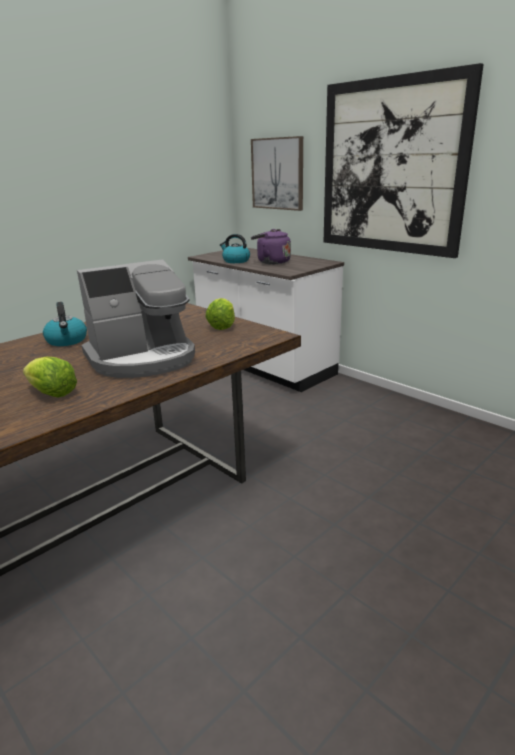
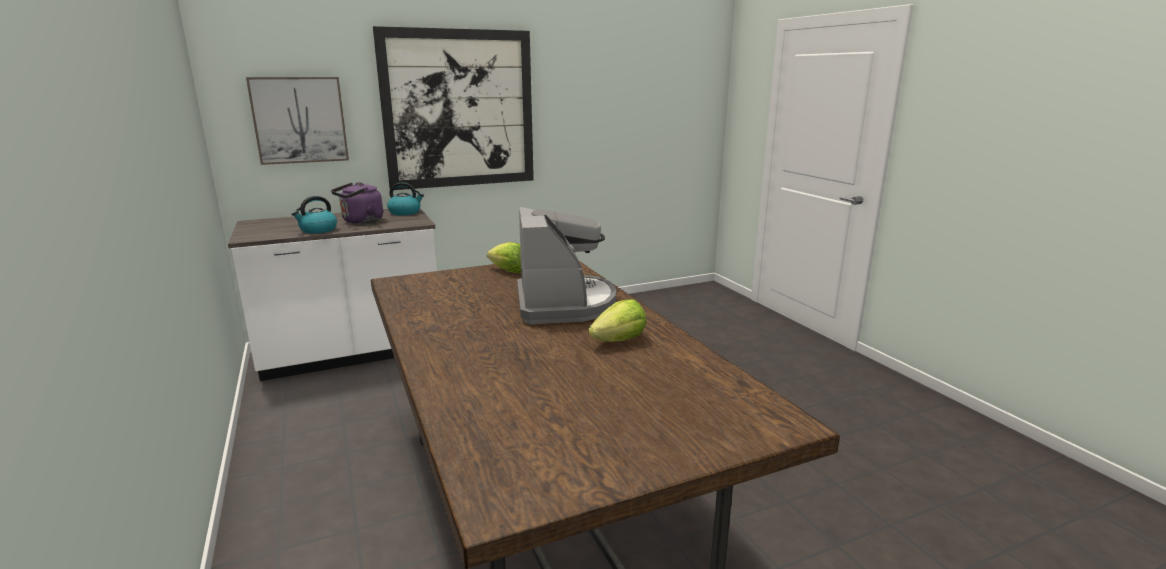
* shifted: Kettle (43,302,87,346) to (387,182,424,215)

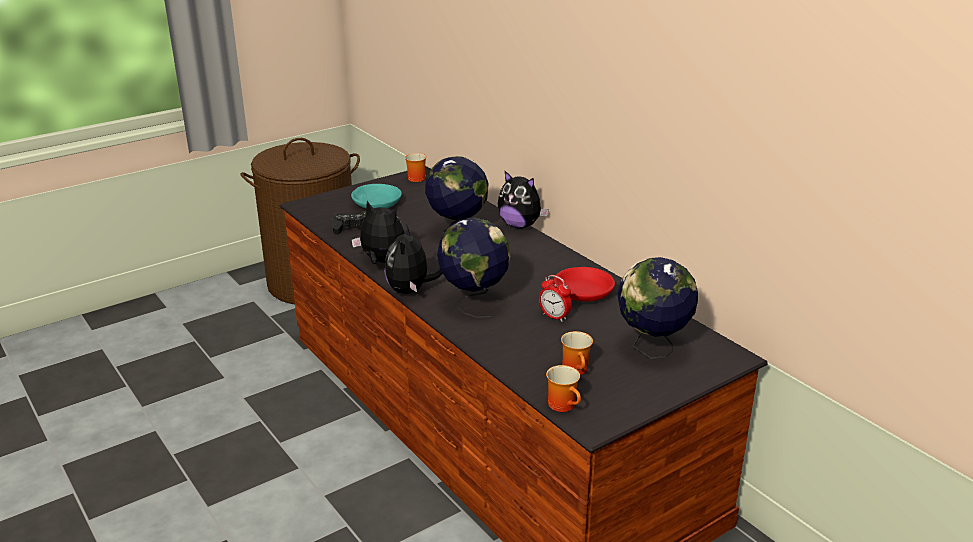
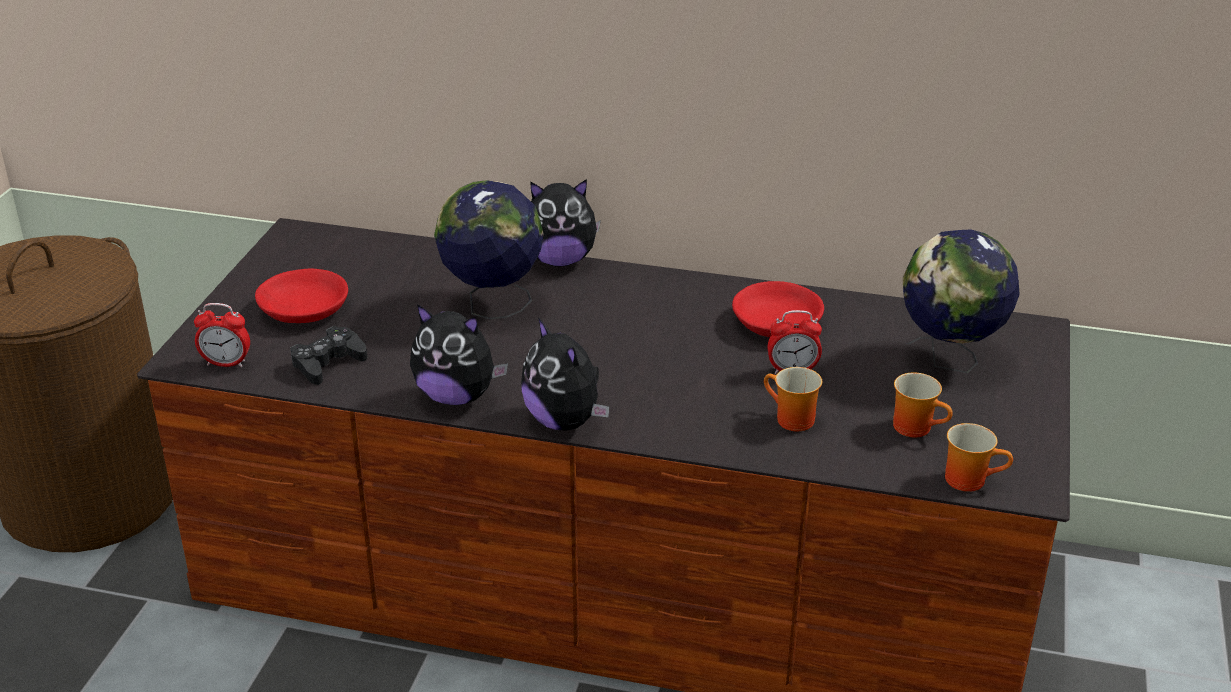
* repainted: TurquoiseBowl (351,184,402,208) to RedBowl (255,269,348,323)
* rotated: PlushToy (352,201,405,264) = (410,304,508,405) 150 degrees counterclockwise
* shifted: Mug (405,153,427,182) to (764,367,822,431)
* gone: Globe (437,218,511,318)
* new: AlarmClock (194,303,250,367)

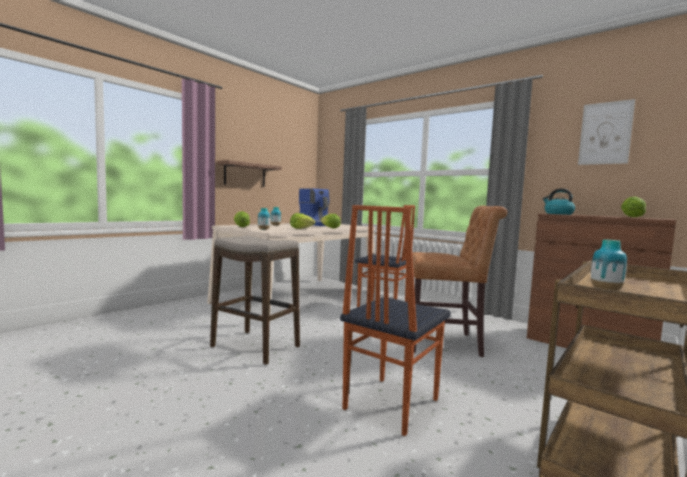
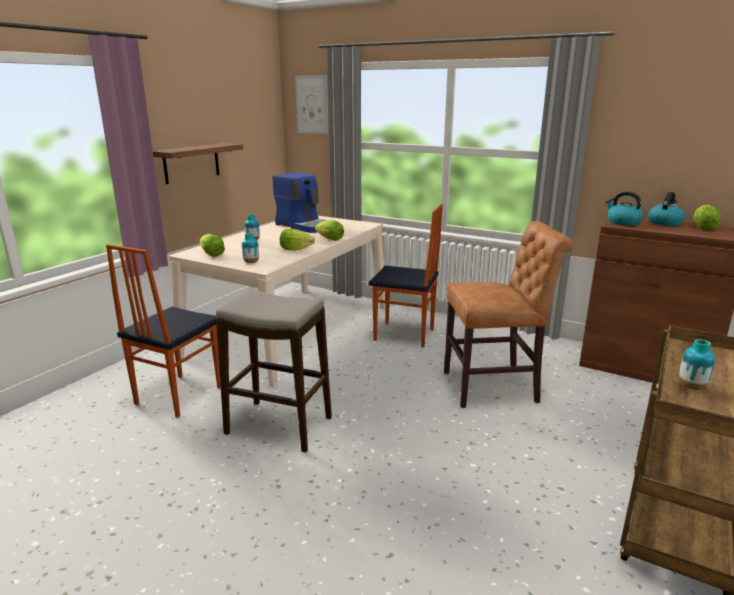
* shifted: Chair (340,205,451,436) to (106,244,221,418)
* shifted: Picture (578,99,635,165) to (295,75,328,134)
* new: Kettle (648,192,685,226)

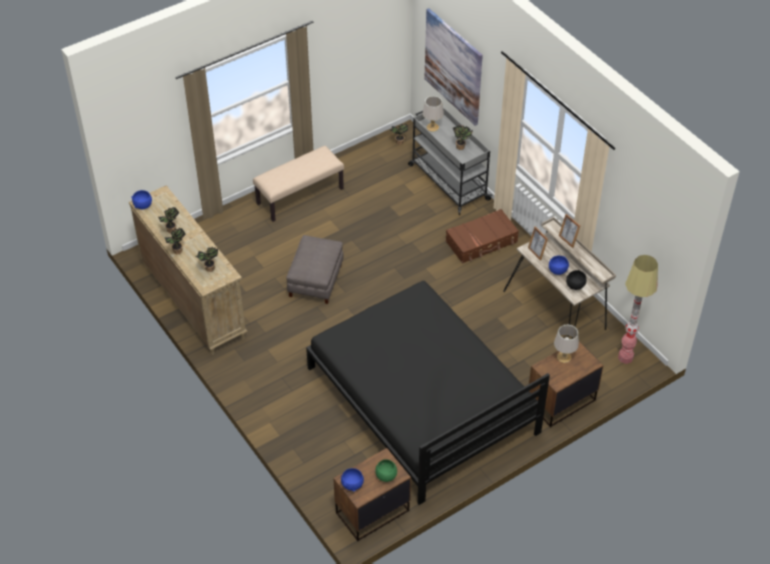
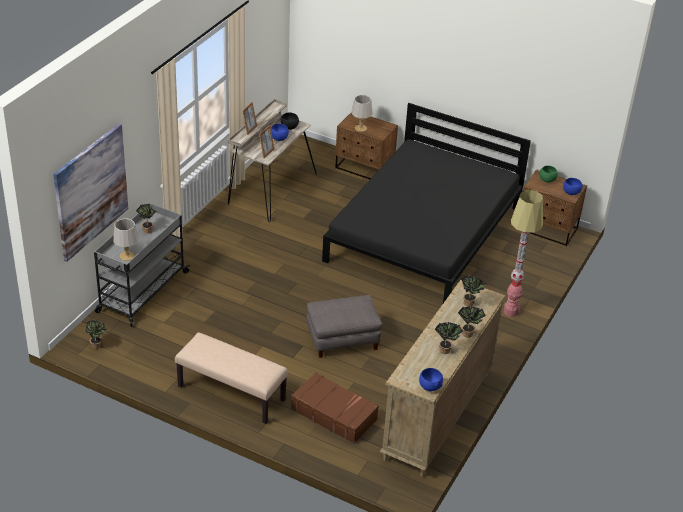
* shifted: BrownSuitcase (446,209,519,264) to (291,372,379,444)
* shifted: FloorLamp (618,255,658,364) to (504,190,543,317)

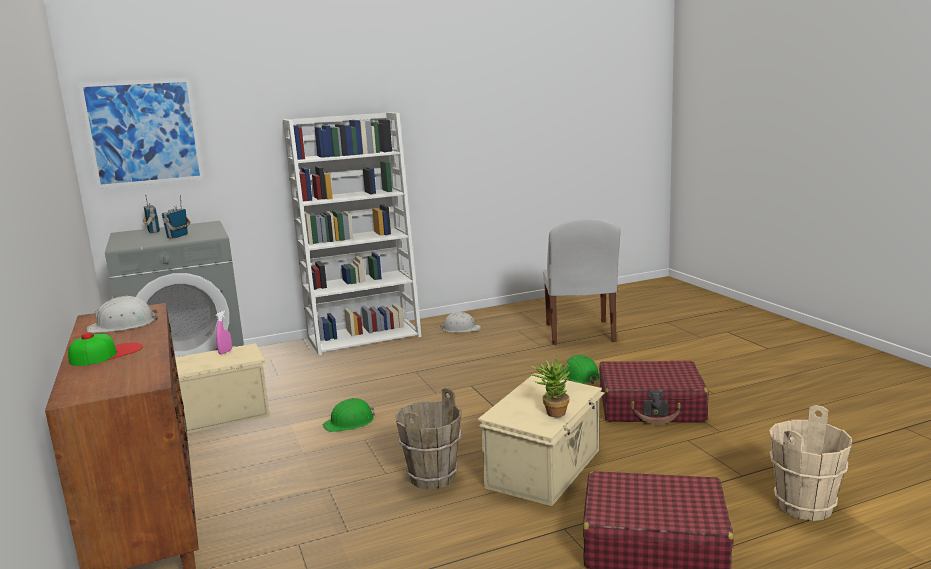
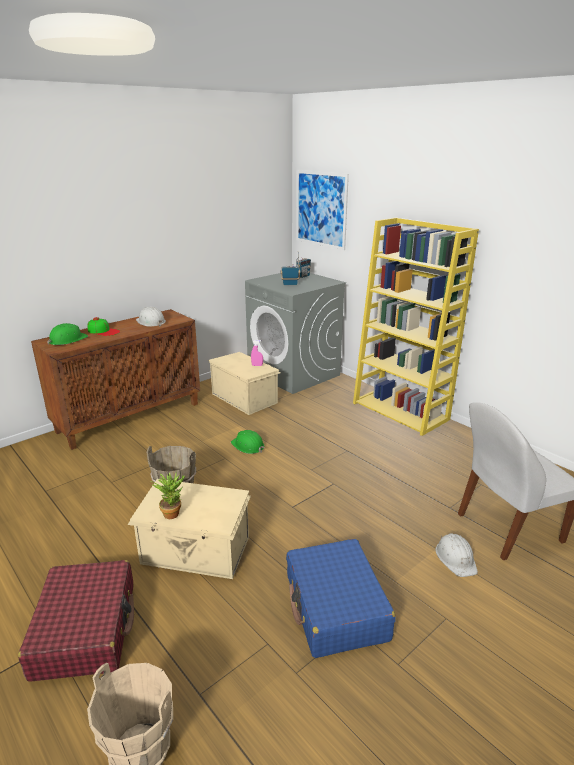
* repainted: WhiteBookcase (283,112,422,355) to YellowBookcase (353,217,479,436)
* shifted: WhiteHardHat (440,312,481,333) to (435,534,478,577)
* shifted: GreenHardHat (560,355,600,384) to (47,323,88,345)
* repainted: RedSuitcase (599,361,708,425) to BlueSuitcase (286,539,395,658)

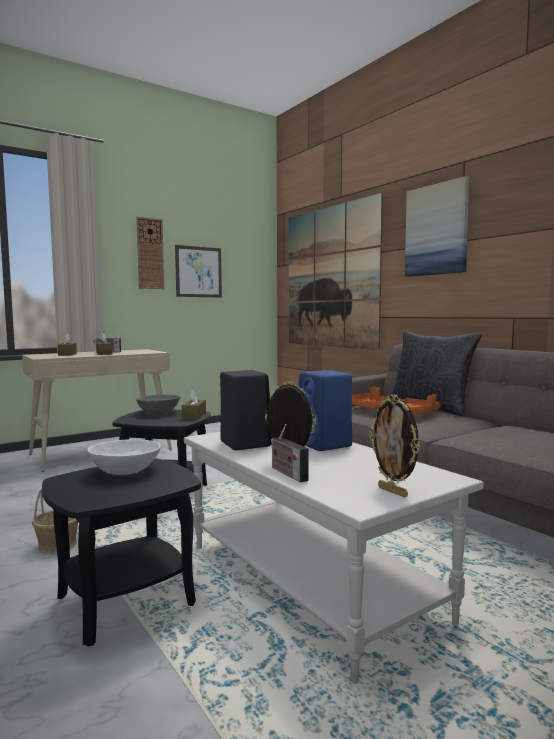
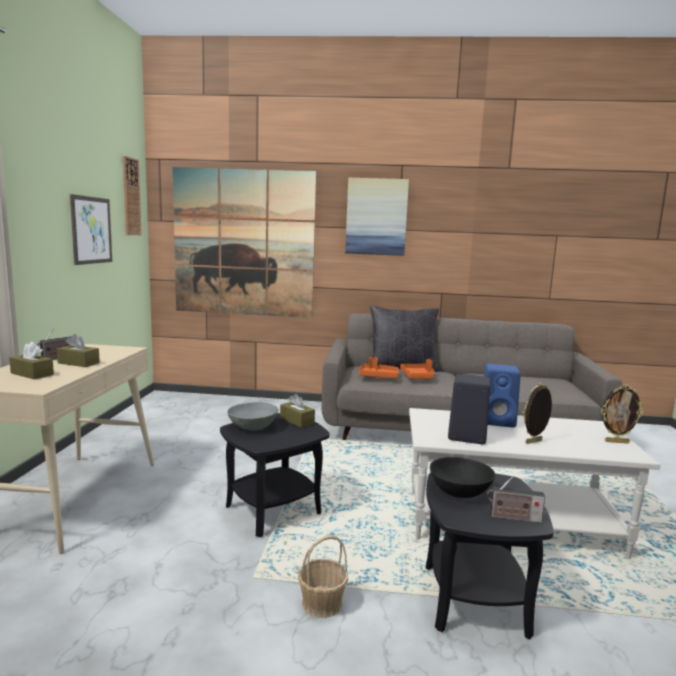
* repainted: WhiteBowl (87,439,161,475) to BlackBowl (430,457,496,498)
* shifted: WallClock (137,217,164,289) to (123,156,142,235)
* shifted: Radio (271,424,309,482) to (487,476,545,523)

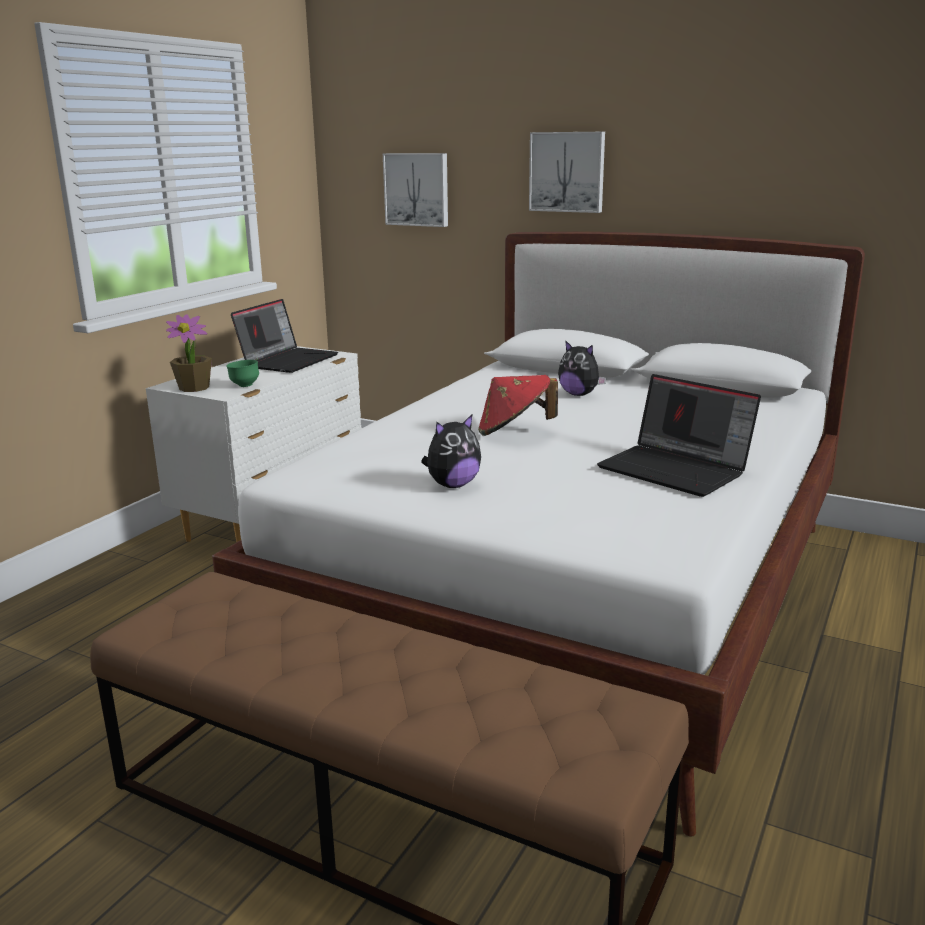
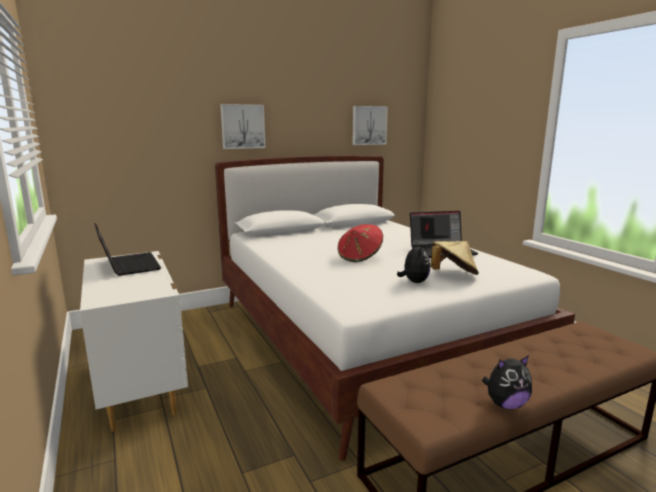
* gone: PottedPlant (166,315,212,392)
* gone: GreenBowl (226,360,259,387)
* shifted: Picture (383,153,448,227) to (353,106,388,145)
* shifted: PlushToy (558,340,607,396) to (482,355,532,409)
* new: BeigeHat (430,241,479,275)

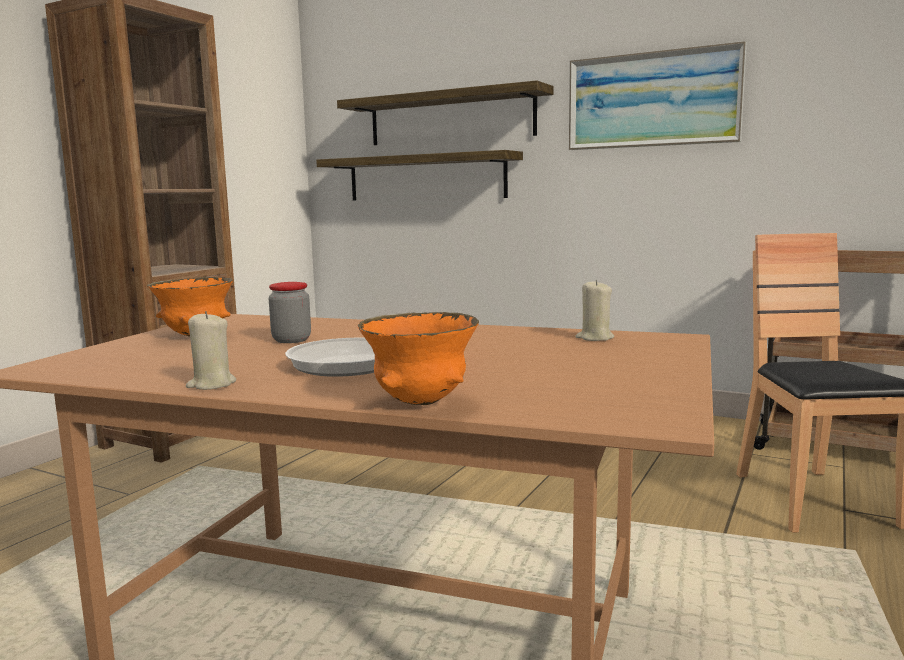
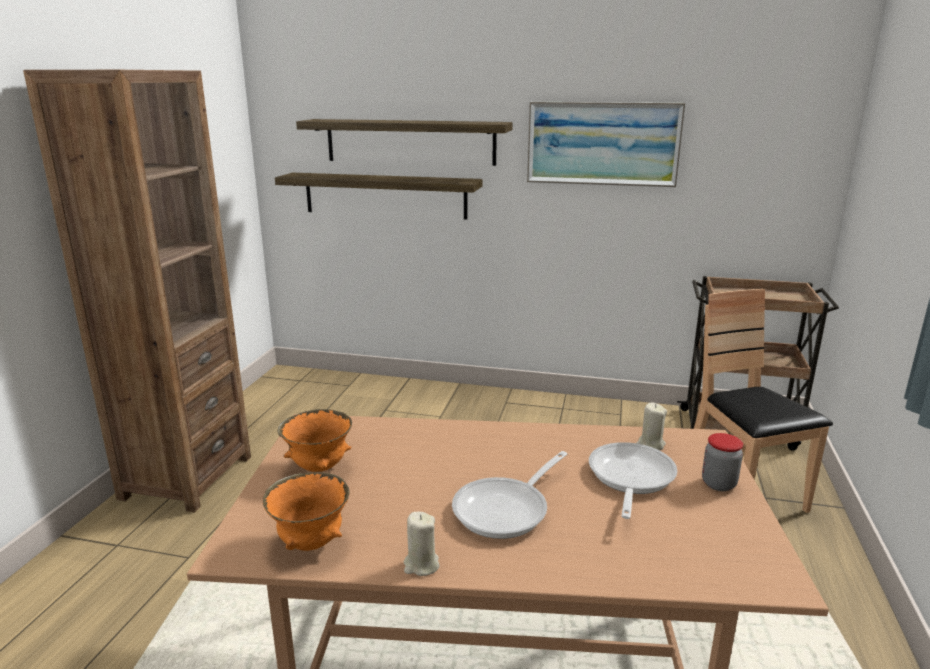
* shifted: Jar (269,282,311,343) to (702,433,743,491)
* shifted: OrangeBowl (358,312,479,405) to (263,472,350,551)
* new: FryingPan (589,442,677,519)

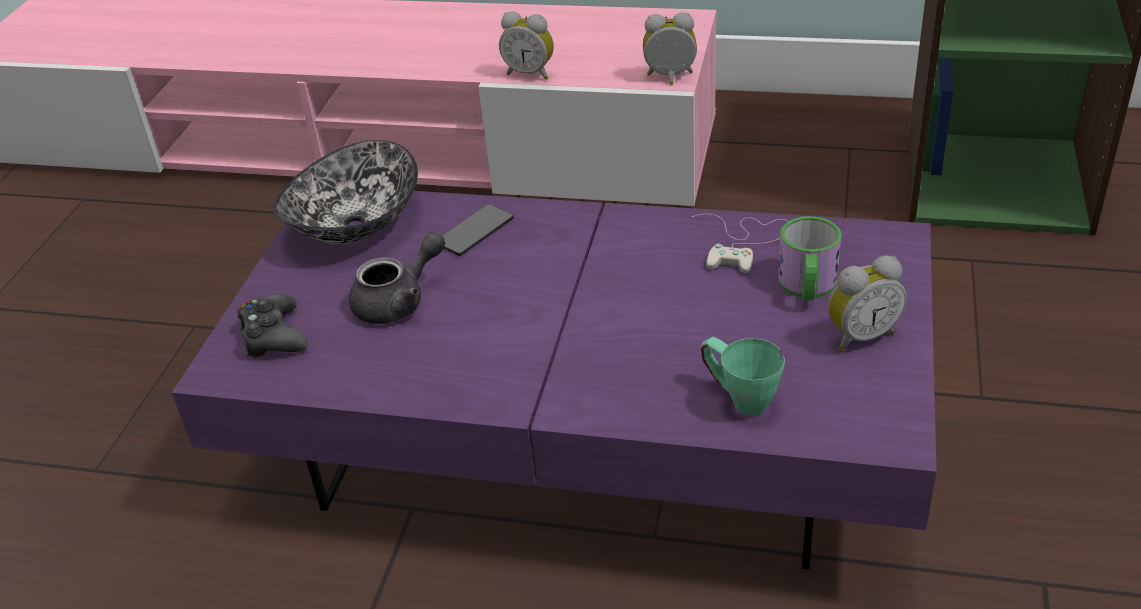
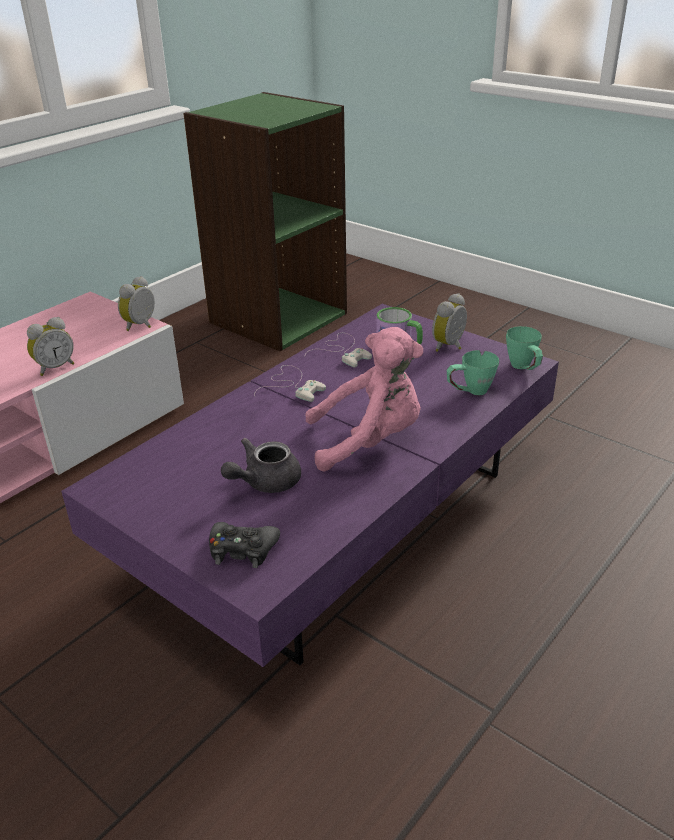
* gone: Bowl (273,140,418,244)
* rotated: GreyTeapot (349,232,445,324) = (221,438,301,493) 120 degrees counterclockwise
* gone: Phone (442,204,514,256)
* rotated: AlarmClock (828,255,907,351) = (432,293,467,352) 150 degrees counterclockwise
* new: WhiteGameController (254,365,326,402)
* new: PinkPlushToy (305,327,423,471)
* new: GreenMug (506,326,543,370)

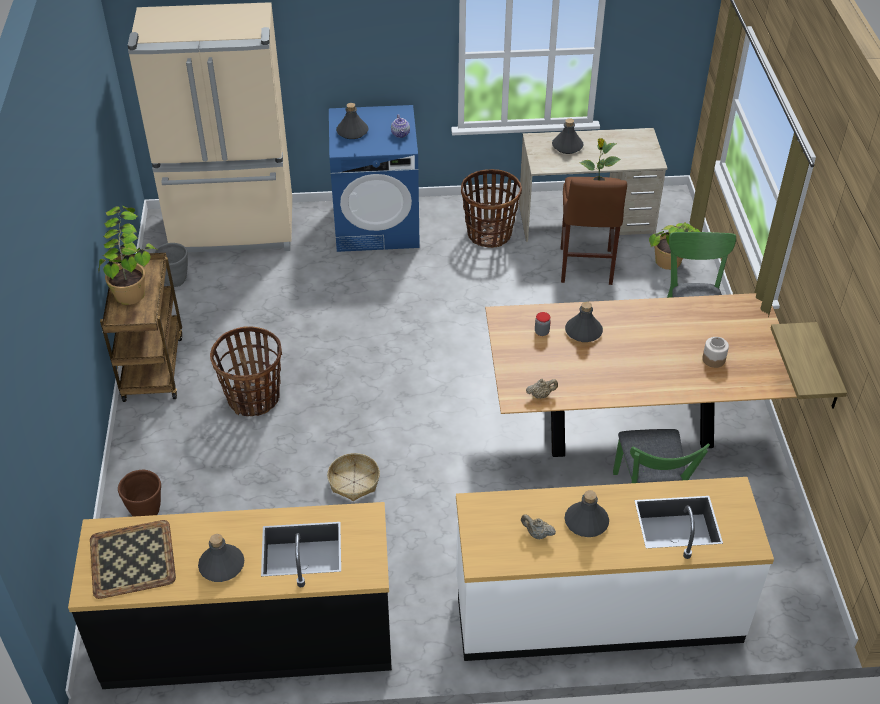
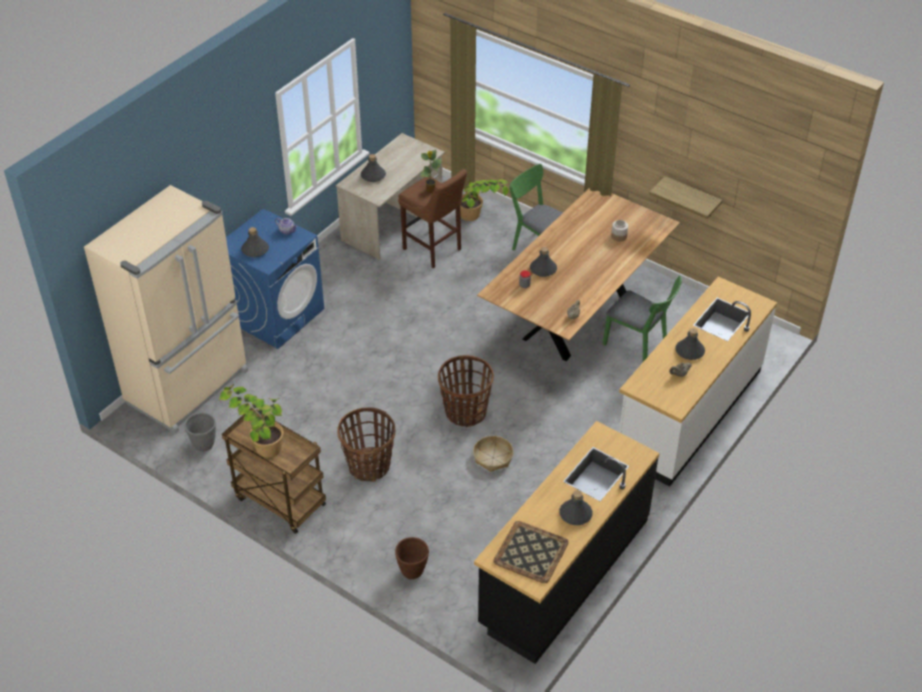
* shifted: Basket (461,169,522,248) to (438,355,494,427)

